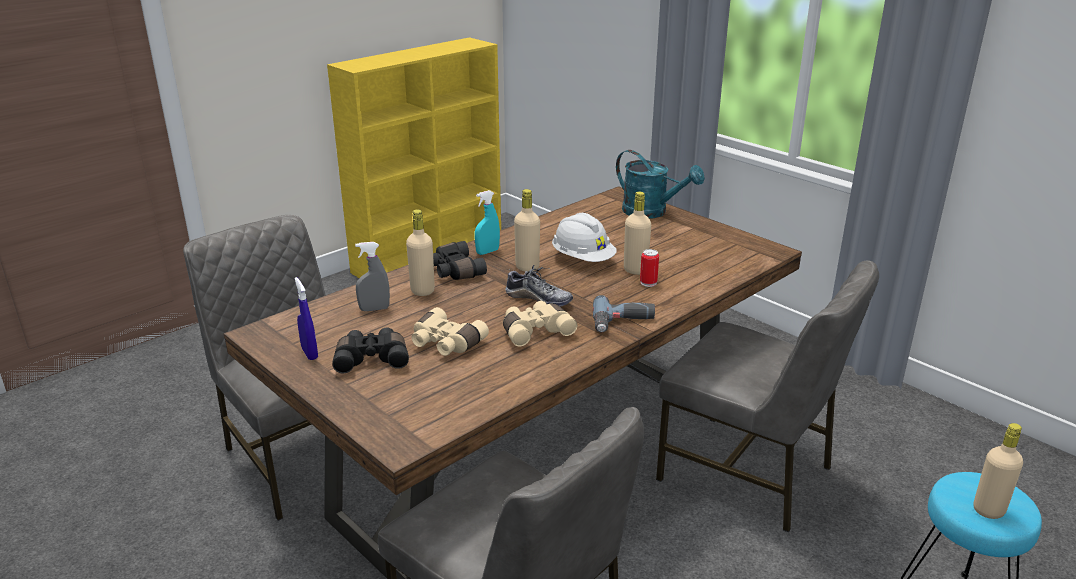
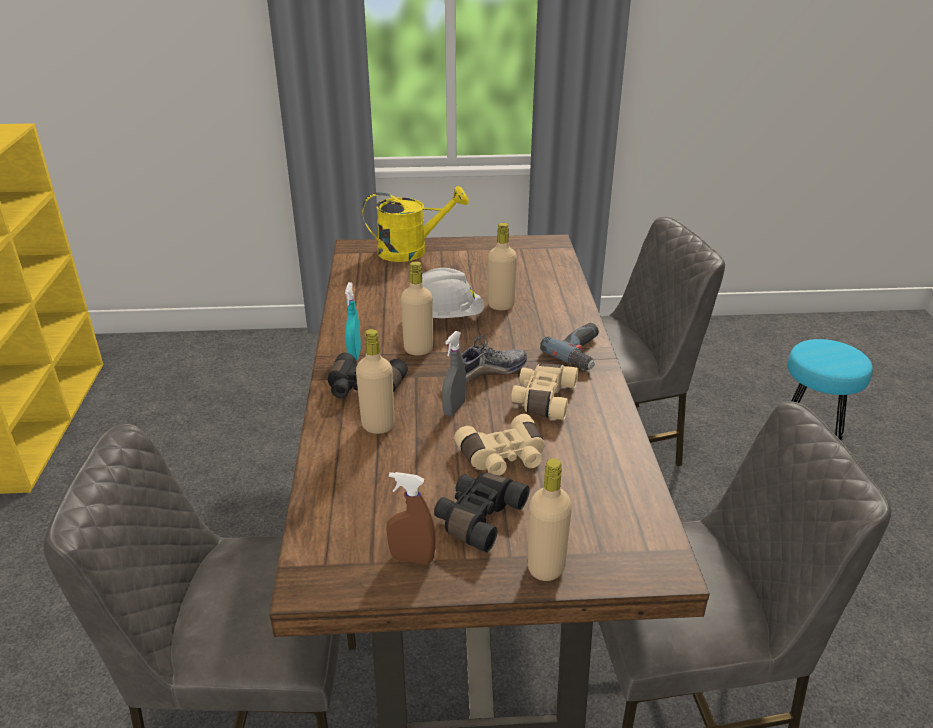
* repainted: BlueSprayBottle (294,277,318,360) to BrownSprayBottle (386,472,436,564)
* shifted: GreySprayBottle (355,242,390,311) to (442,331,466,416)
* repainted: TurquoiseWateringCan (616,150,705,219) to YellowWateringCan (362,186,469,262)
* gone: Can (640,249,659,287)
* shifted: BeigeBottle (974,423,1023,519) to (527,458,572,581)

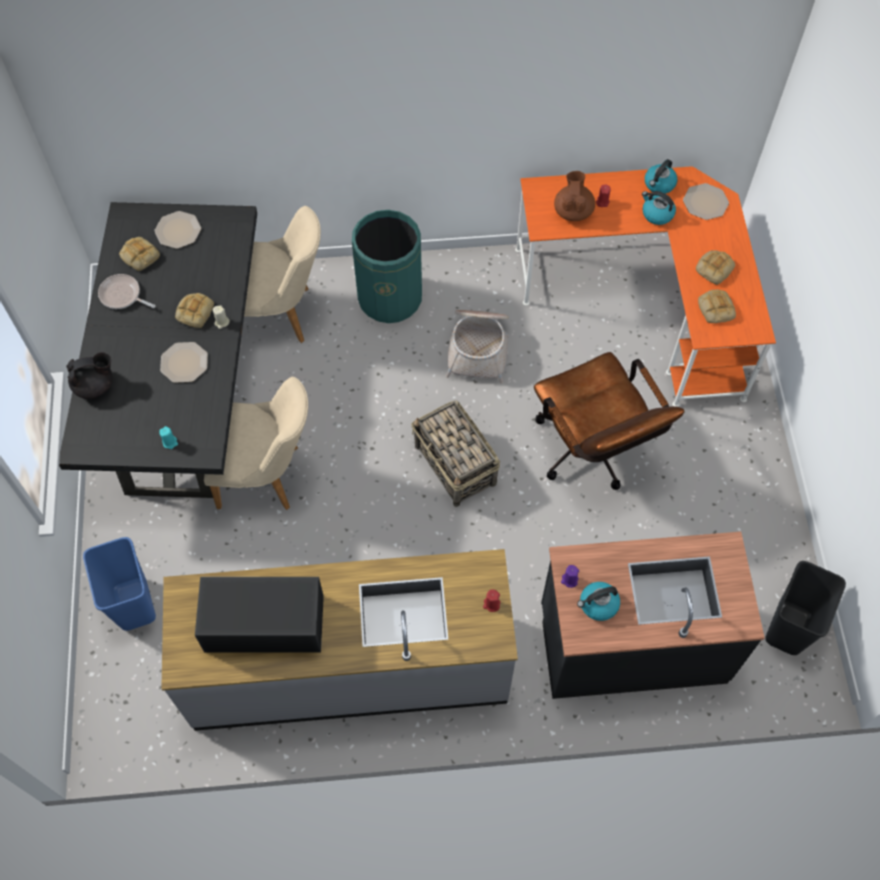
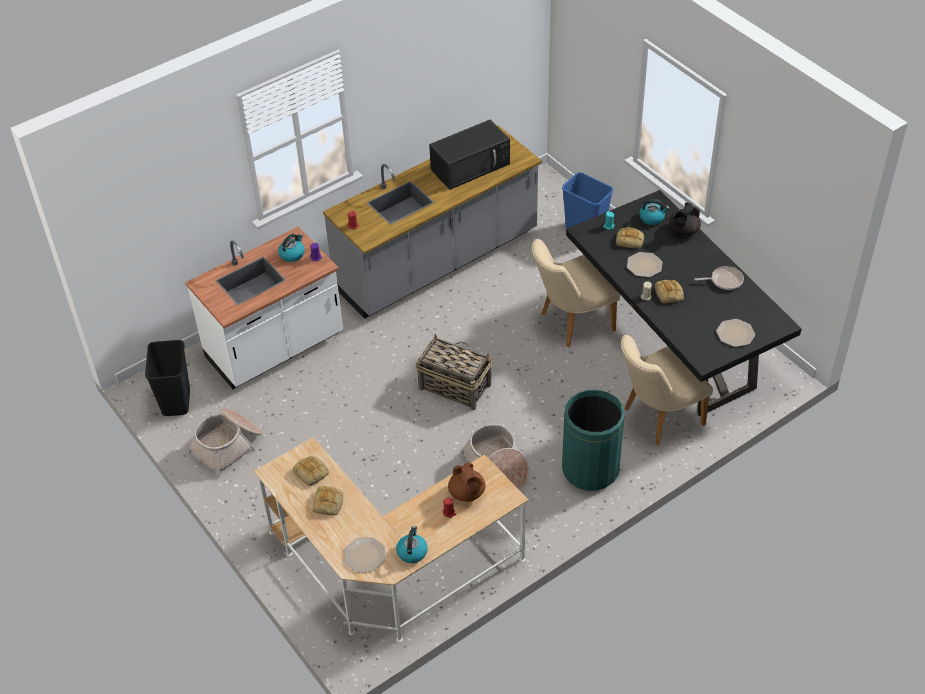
* shifted: Bread (119,237,160,271) to (616,227,644,249)
* repainted: OrangeDesk (515,166,776,407) to BeigeDesk (254,437,528,642)
* gone: BrownOfficeChair (534,352,684,490)
* repainted: BlackCounter (541,532,765,699) to WhiteCounter (185,227,343,389)
* shifted: Kettle (642,191,676,225) to (639,199,670,225)
* new: Basket (188,408,263,478)

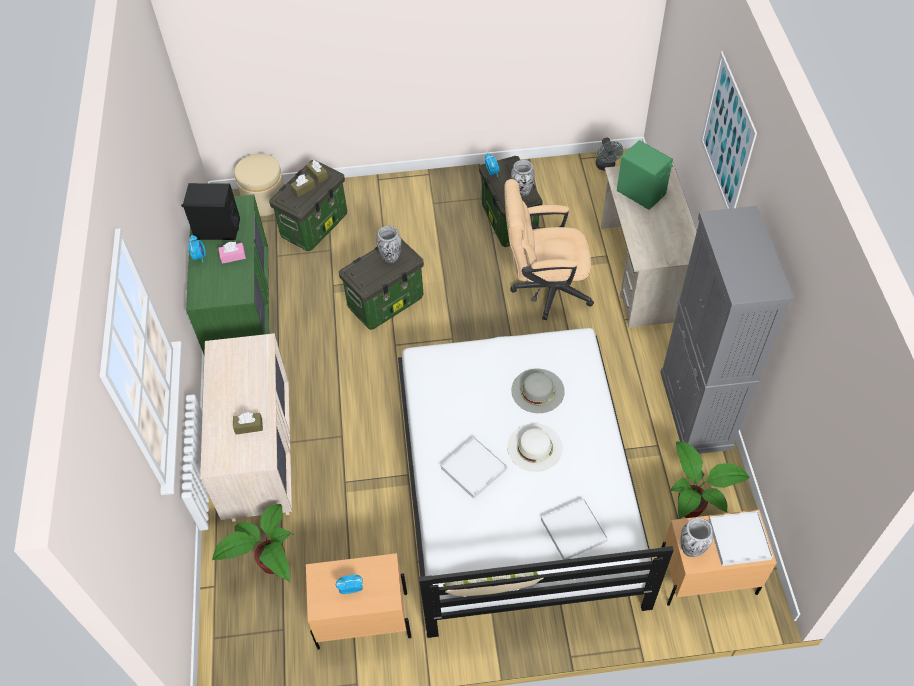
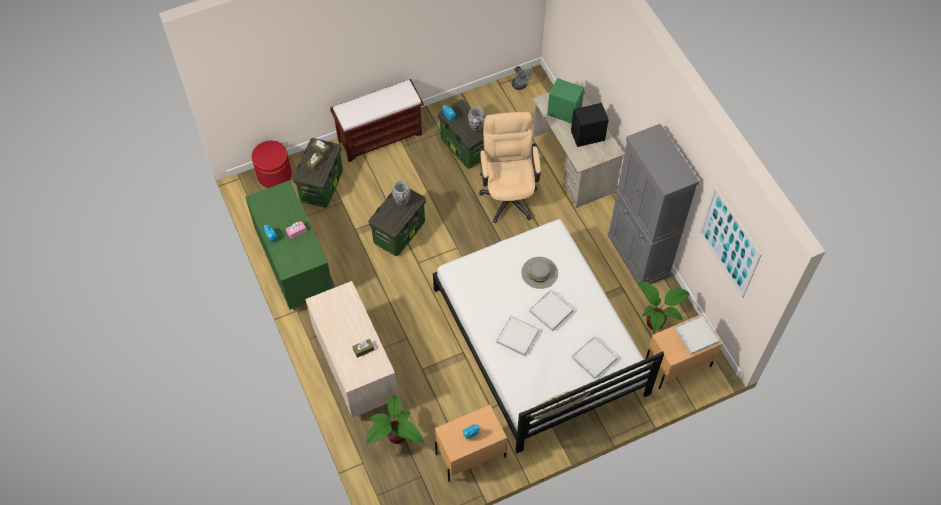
* shifted: BlackSpeaker (181,183,240,240) to (571,103,609,147)
* repainted: BeigeOttoman (234,153,284,216) to RedOttoman (252,141,292,188)
* rotated: BeigeOfficeChair (505,179,594,320) = (479,112,541,223) 105 degrees clockwise
* swapped: WhiteHat (507,423,563,472) to WhiteTray (529,290,574,331)
* gone: Vase (681,518,713,557)
* shifted: Picture (700,51,757,209) to (699,186,762,298)
* new: BrownBench (330,79,424,162)

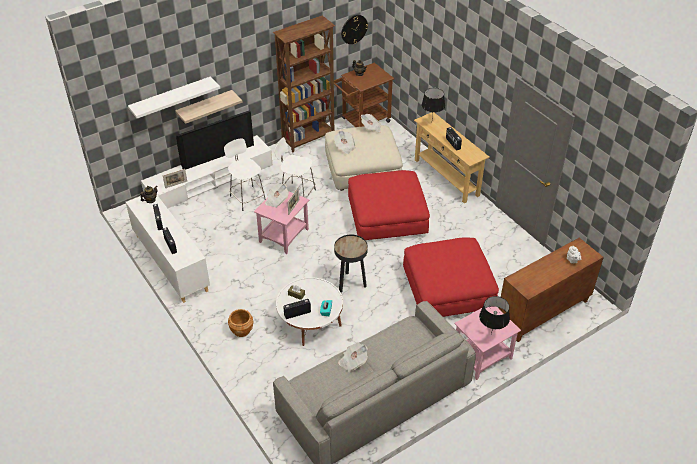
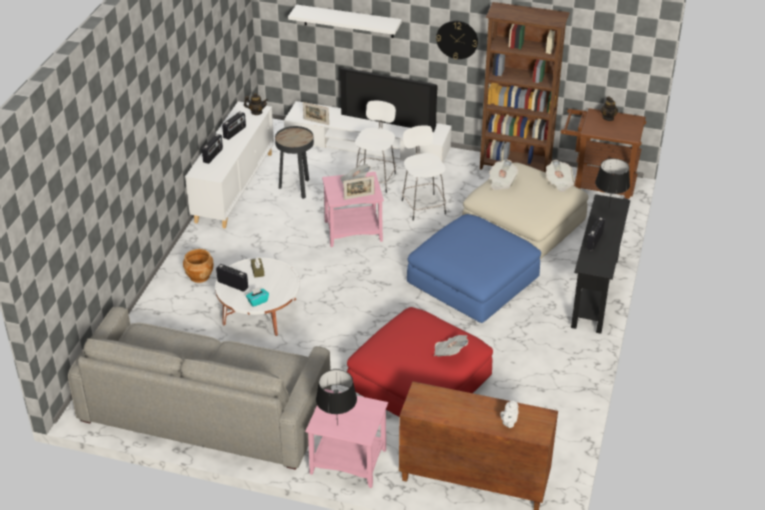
* gone: Shelf (175,90,243,124)
* shifted: BlackSideTable (334,235,368,292) to (275,126,314,199)
* shifted: Newspaper (338,342,368,372) to (434,335,469,357)
* shifted: WallClock (341,15,368,44) to (436,20,478,59)
* repainted: RedOttoman (348,170,430,240) to BlueOttoman (407,214,541,323)
* repainted: BeigeConsoleTable (414,112,490,203) to BlackConsoleTable (571,194,630,334)

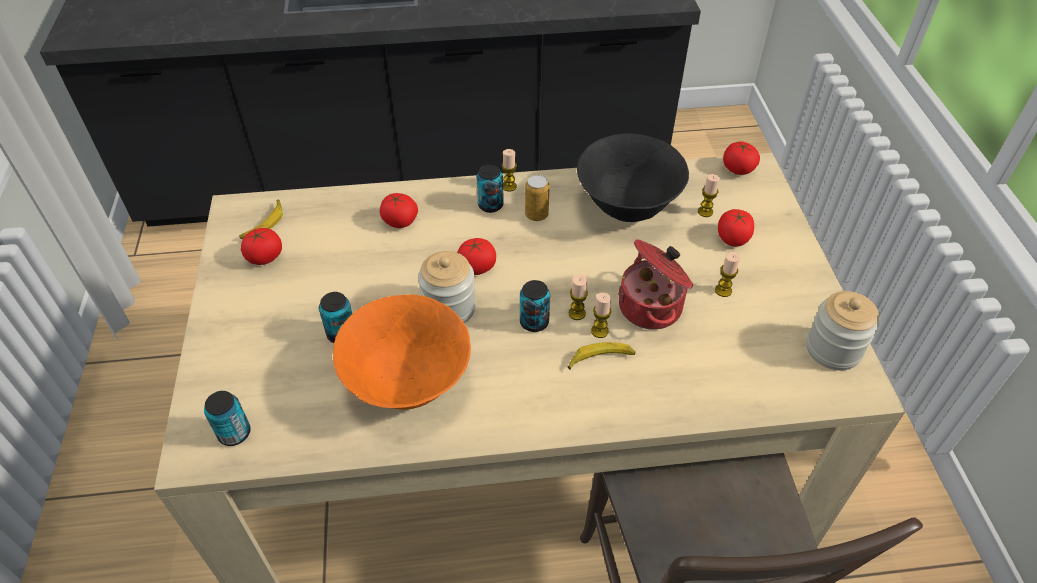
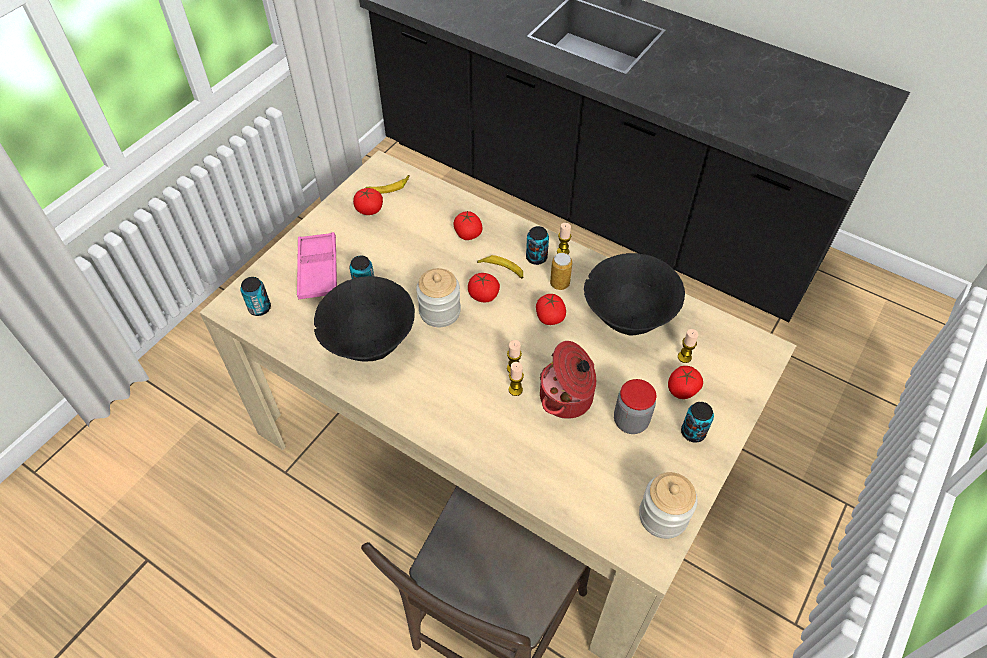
* repainted: OrangeBowl (333,294,471,410) to BlackBowl (314,276,415,361)
* shifted: Can (520,280,550,332) to (681,402,714,443)
* shifted: Banana (568,342,636,370) to (477,255,523,279)
* swapped: Candle (715,252,740,297) to Jar (614,379,656,434)
* shifted: Tomato (723,141,760,175) to (536,294,566,325)
* new: PinkTray (297,232,337,299)

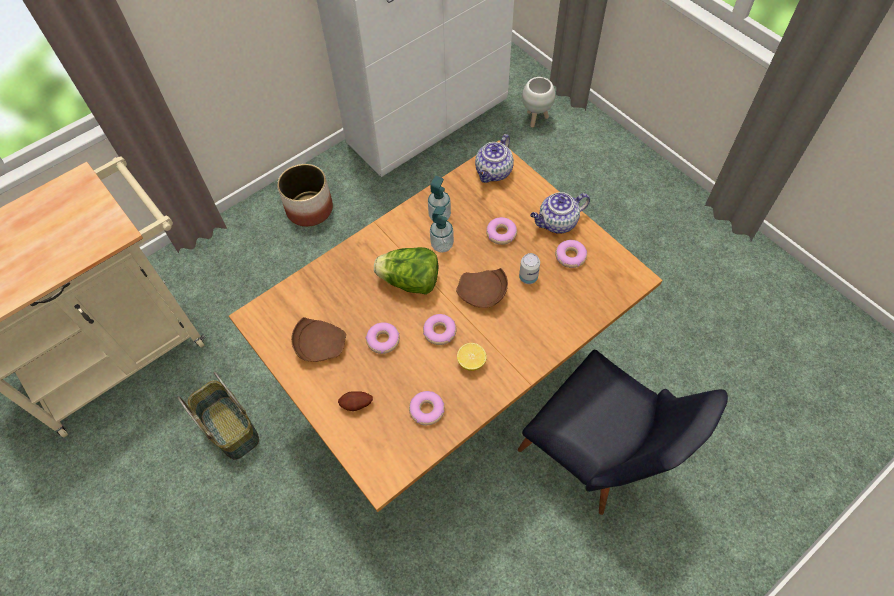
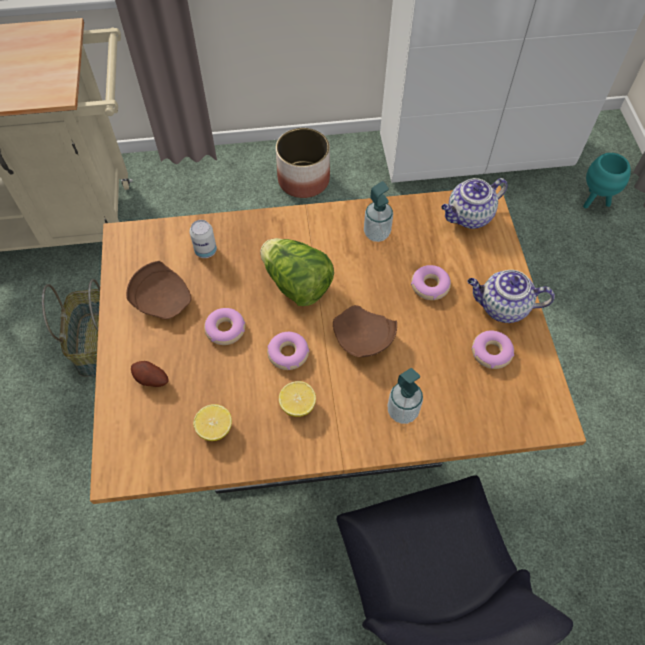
* swapped: Donut (409,391,445,425) to Lemon (193,404,232,441)
* shifted: SoapDispenser (430,206,454,253) to (388,368,423,424)
* shifted: Can (519,253,540,284) to (189,220,217,258)
* repainted: WhitePlanter (522,77,555,127) to TurquoisePlanter (583,153,631,208)

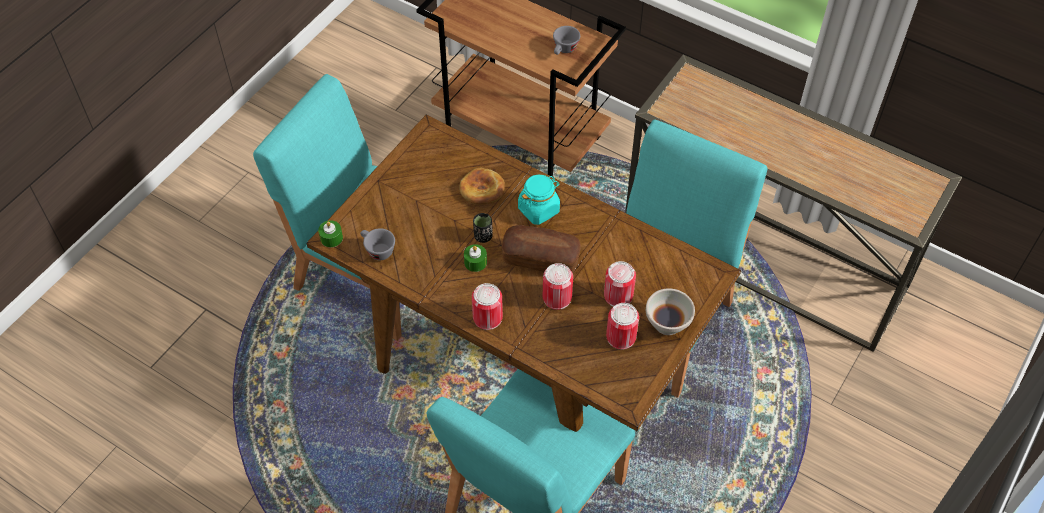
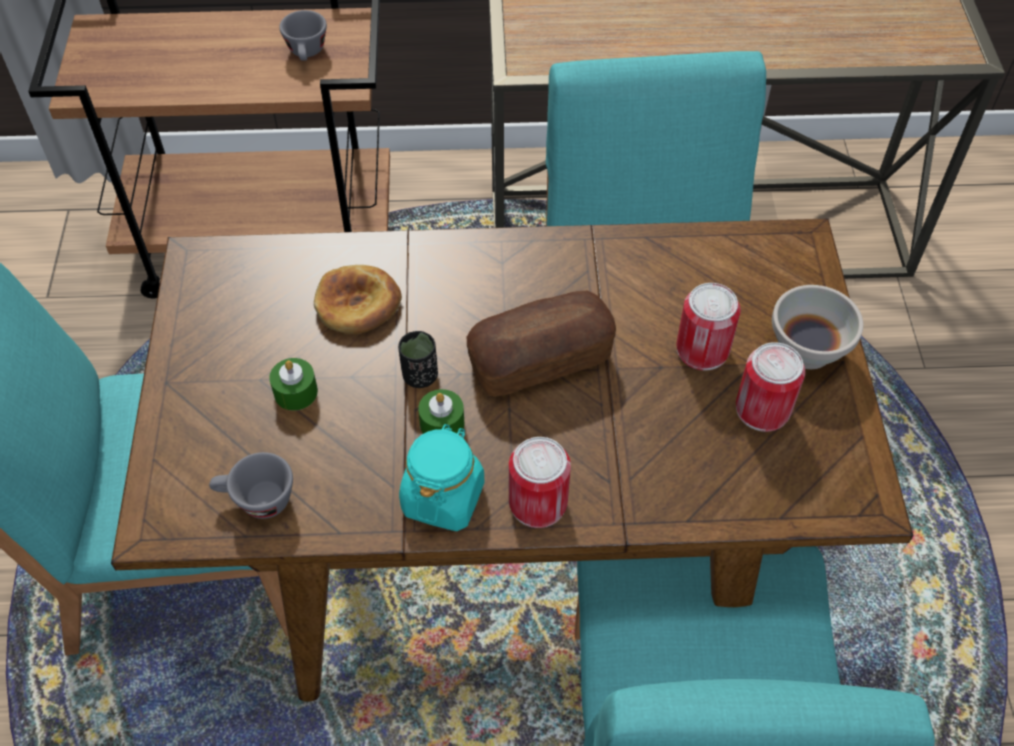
* shifted: GreenCandle (318,220,343,247) to (269,358,318,411)
* shifted: TurquoiseJar (518,175,560,225) to (399,424,485,531)
* gone: Can (543,263,573,310)

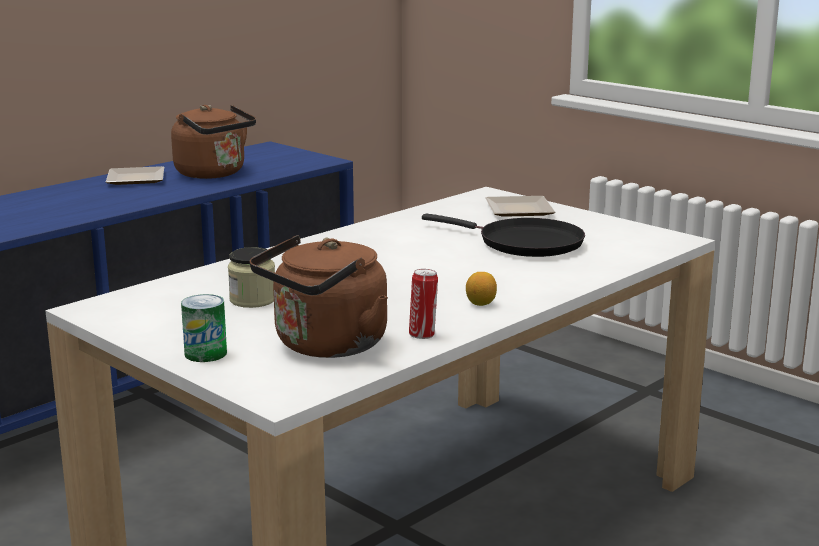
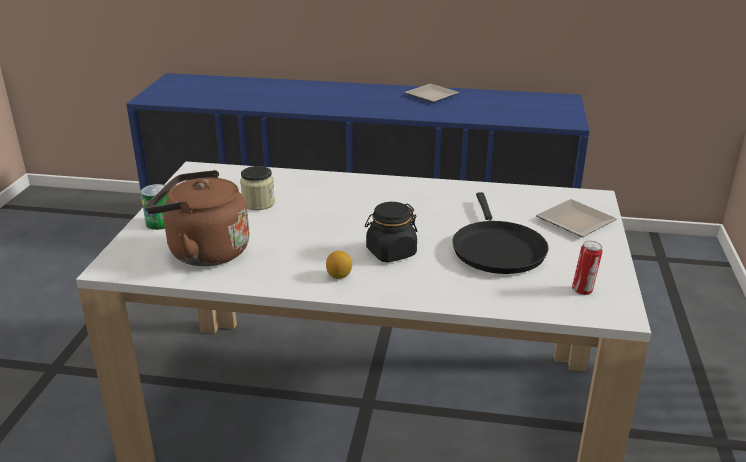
* gone: BrownKettle (171,105,256,179)
* shifted: Can (409,269,438,339) to (572,241,603,295)
* new: BlackJar (365,202,417,262)

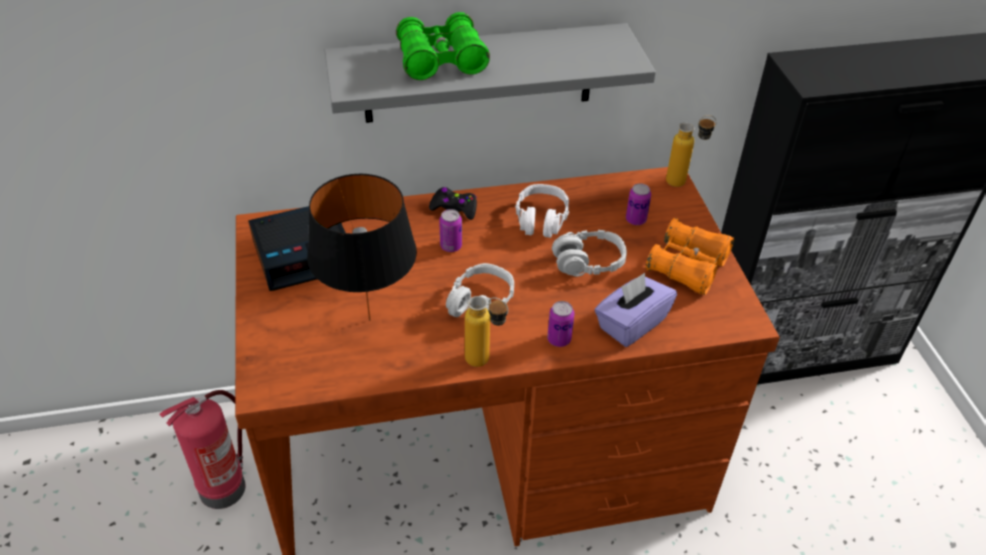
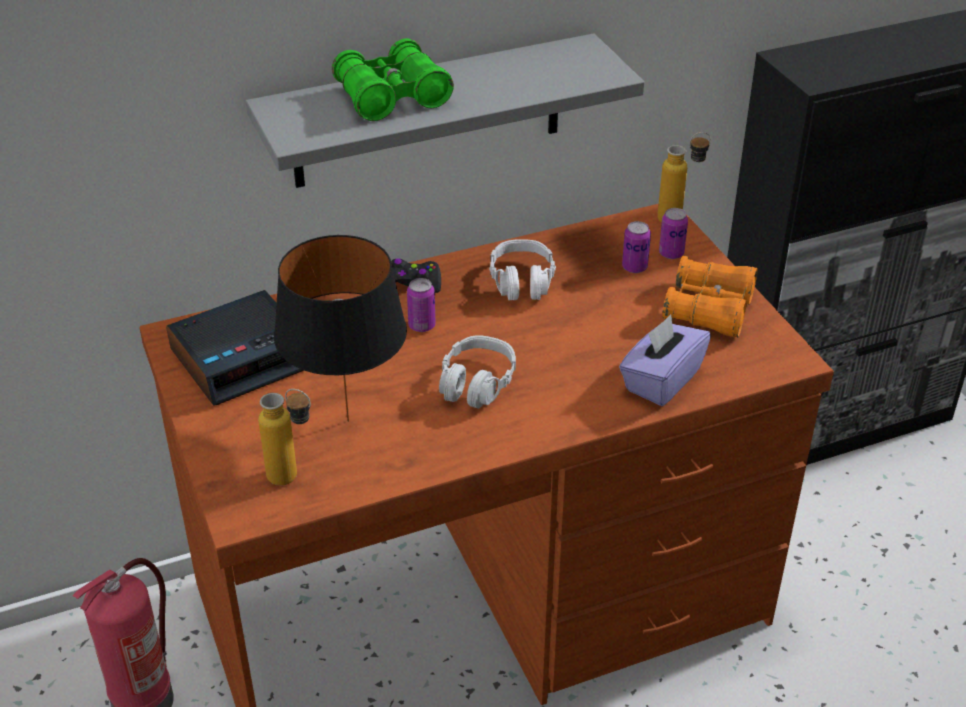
* shifted: Bottle (465,296,508,367) to (258,389,311,486)
* shifted: Can (547,301,574,347) to (659,208,688,259)
* gone: GreyHeadphones (552,230,627,277)

